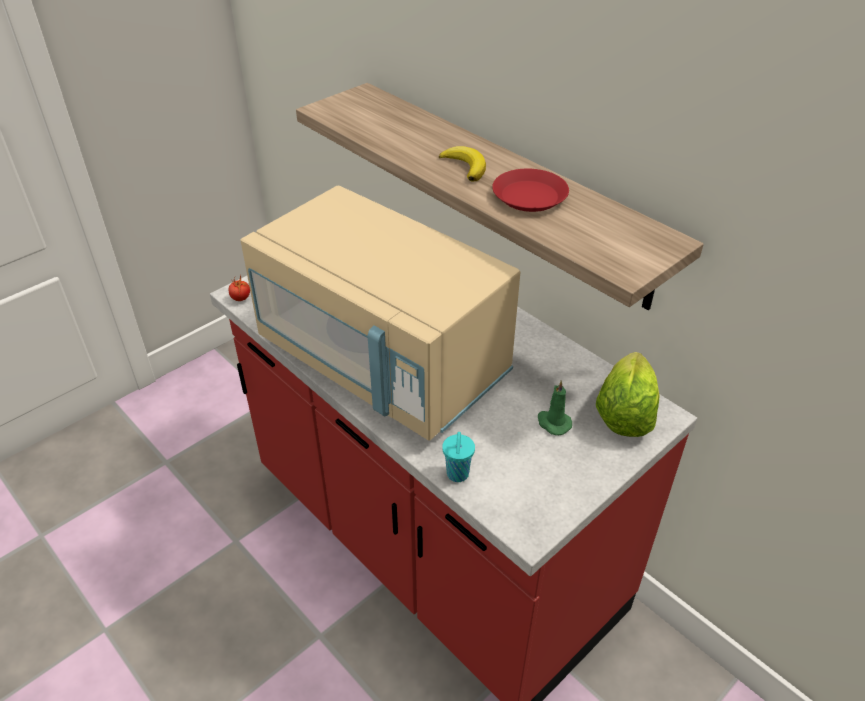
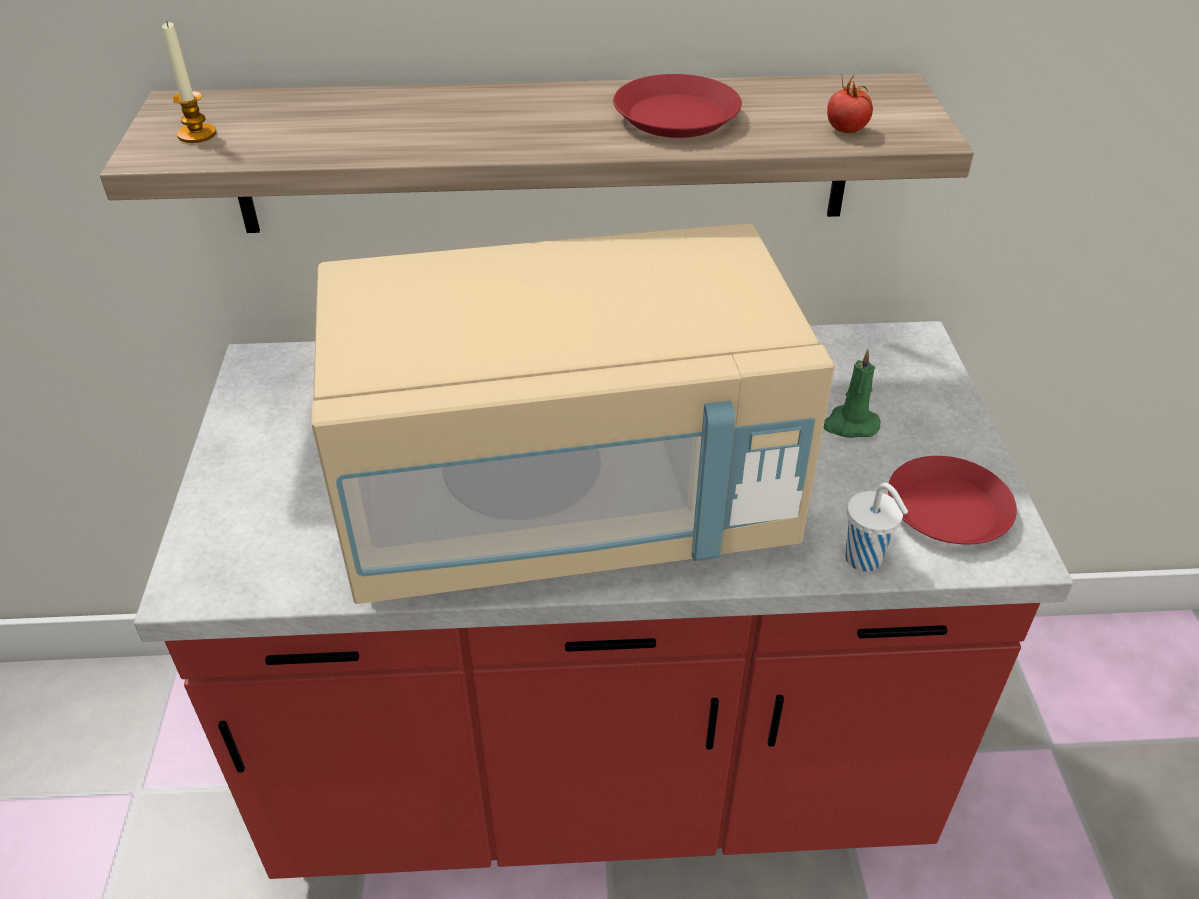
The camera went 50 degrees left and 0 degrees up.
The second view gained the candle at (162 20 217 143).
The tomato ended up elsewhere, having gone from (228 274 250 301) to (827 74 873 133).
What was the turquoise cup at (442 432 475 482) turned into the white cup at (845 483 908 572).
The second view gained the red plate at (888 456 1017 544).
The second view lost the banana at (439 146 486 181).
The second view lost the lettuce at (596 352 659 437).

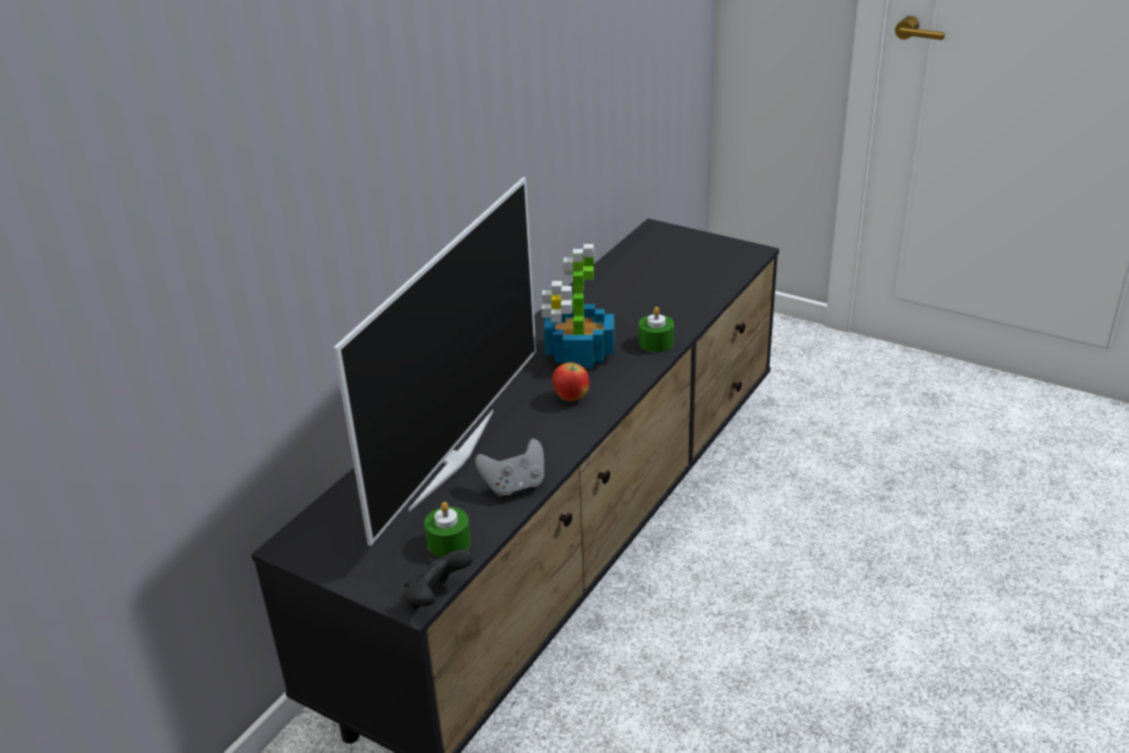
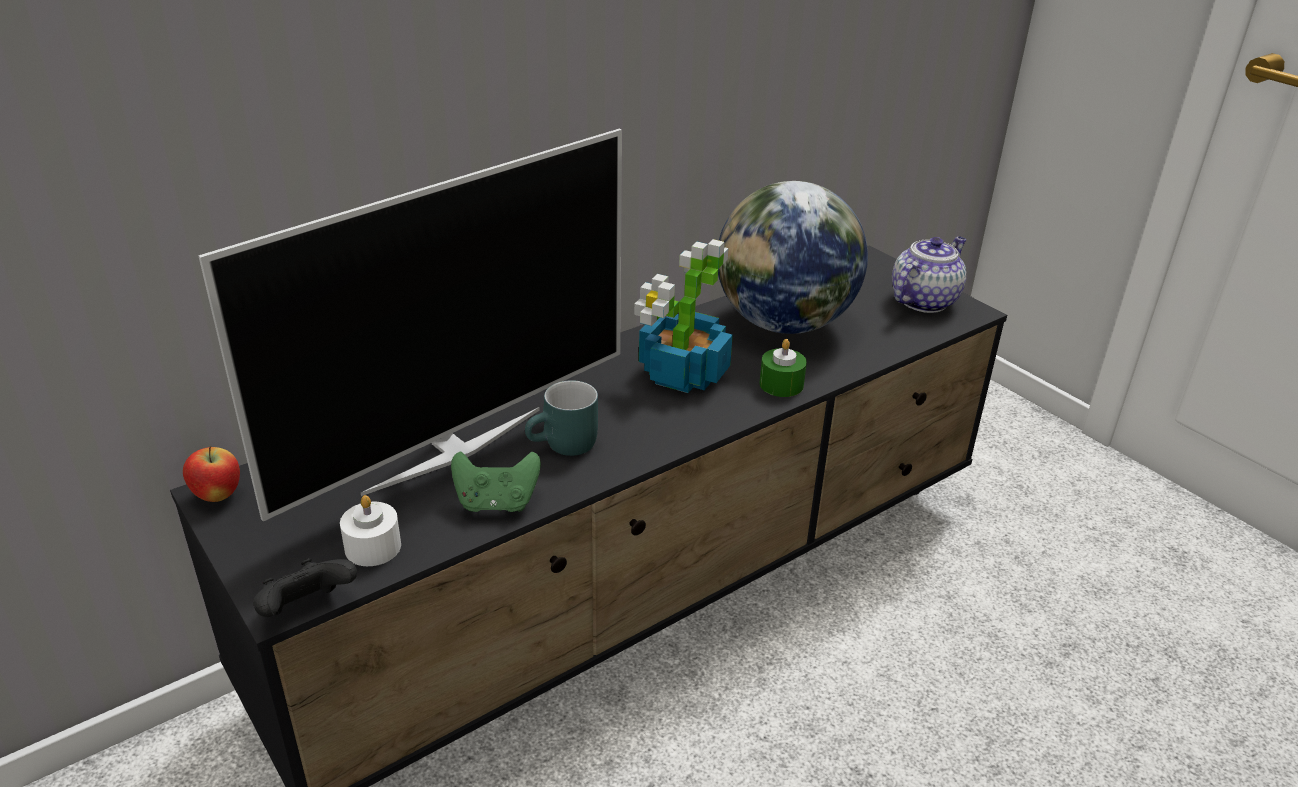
The camera went 20 degrees right and 0 degrees up.
The apple ended up elsewhere, having gone from (552 360 589 401) to (183 446 240 502).
What was the green candle at (424 502 471 557) turned into the white candle at (340 495 401 566).
What was the grey game controller at (475 439 544 497) turned into the green game controller at (451 451 541 512).
The second view gained the turquoise mug at (525 380 598 456).
The second view gained the globe at (718 181 868 334).
The second view gained the teapot at (892 237 966 313).

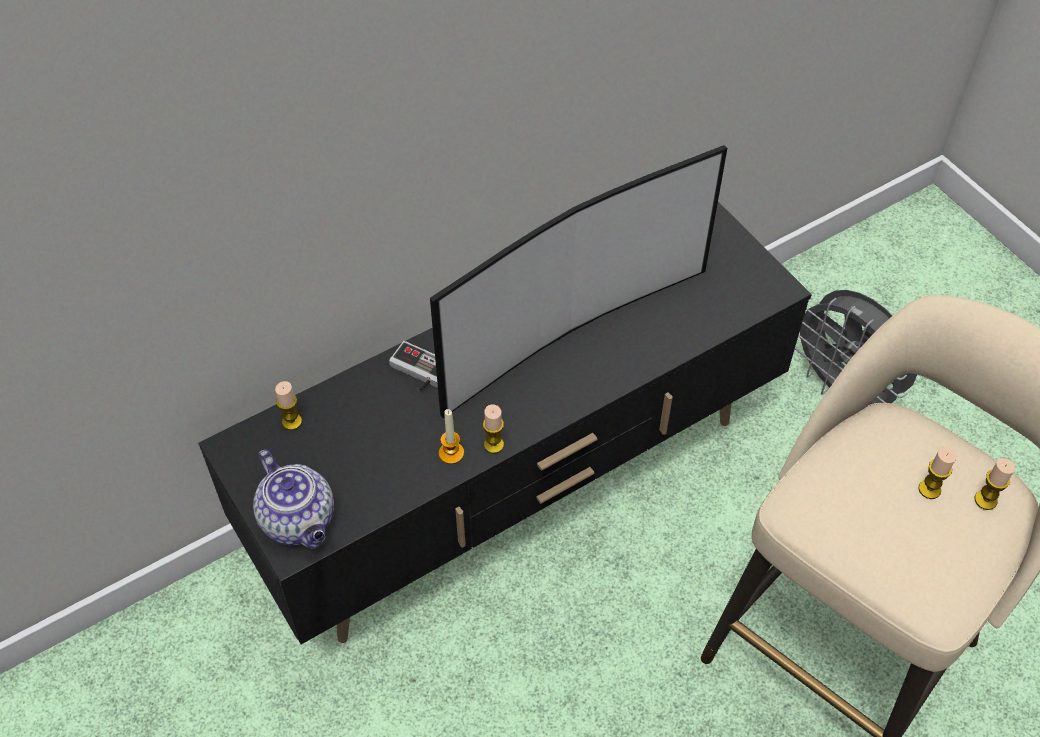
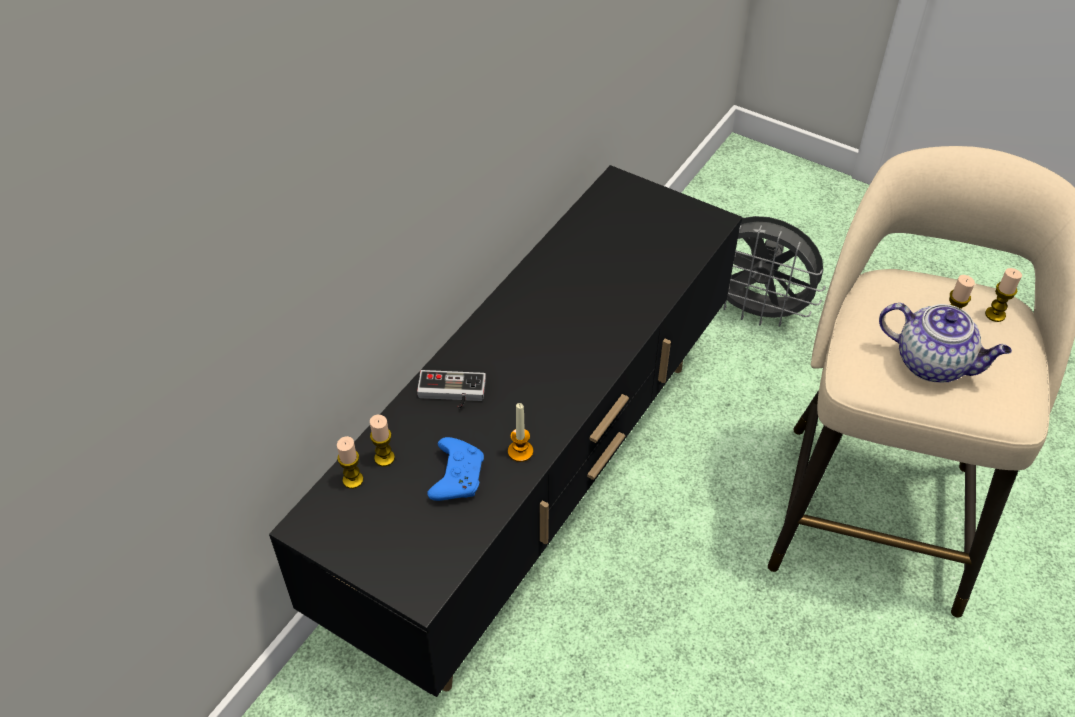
The camera went 25 degrees left and 5 degrees down.
The candle ended up elsewhere, having gone from (483 404 504 454) to (370 415 395 466).
The second view gained the blue game controller at (427 437 484 501).
The teapot ended up elsewhere, having gone from (253 450 334 549) to (879 303 1012 382).
The second view lost the television at (430 145 727 418).

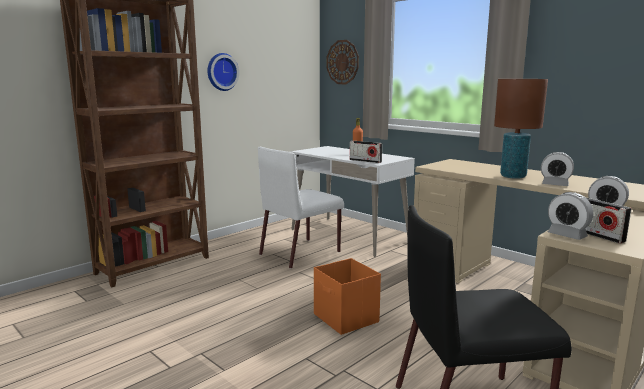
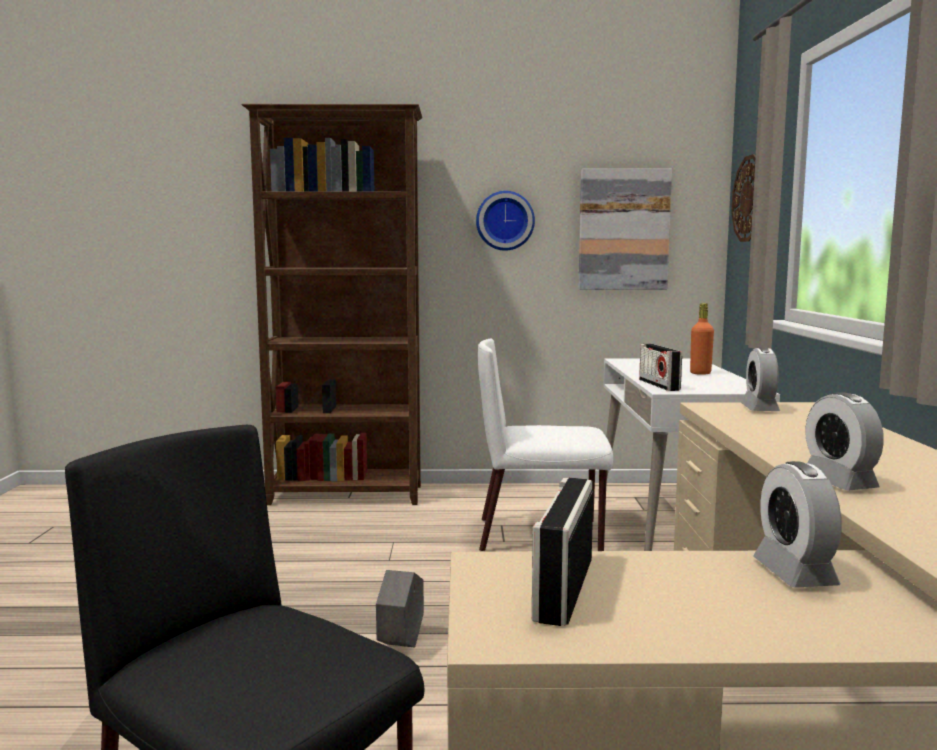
The camera went 45 degrees right and 5 degrees down.
Where the orange storage box stood at (314 258 381 335), the grey planter came to stand at (376 570 424 648).
The second view gained the picture at (579 169 672 290).
The alarm clock ended up elsewhere, having gone from (548 192 593 240) to (741 347 780 411).
The second view lost the brown table lamp at (494 79 548 179).

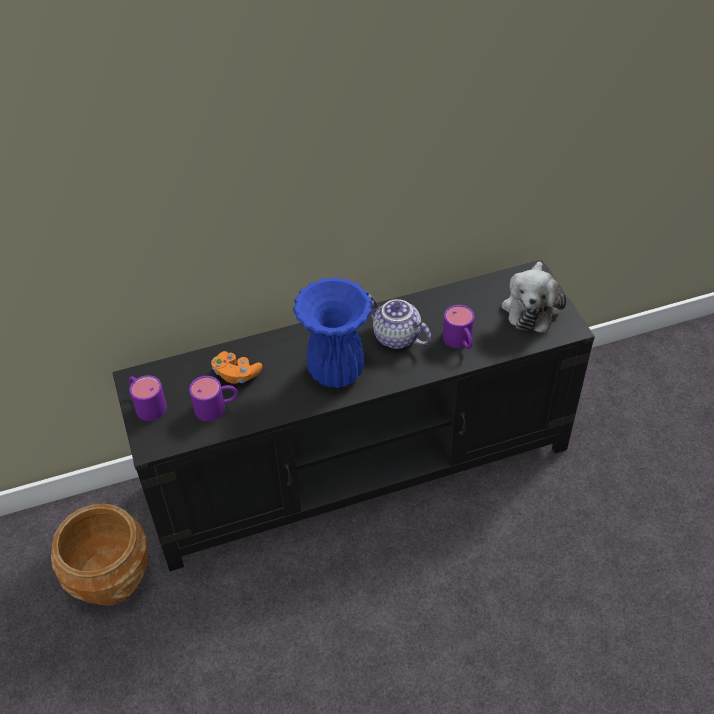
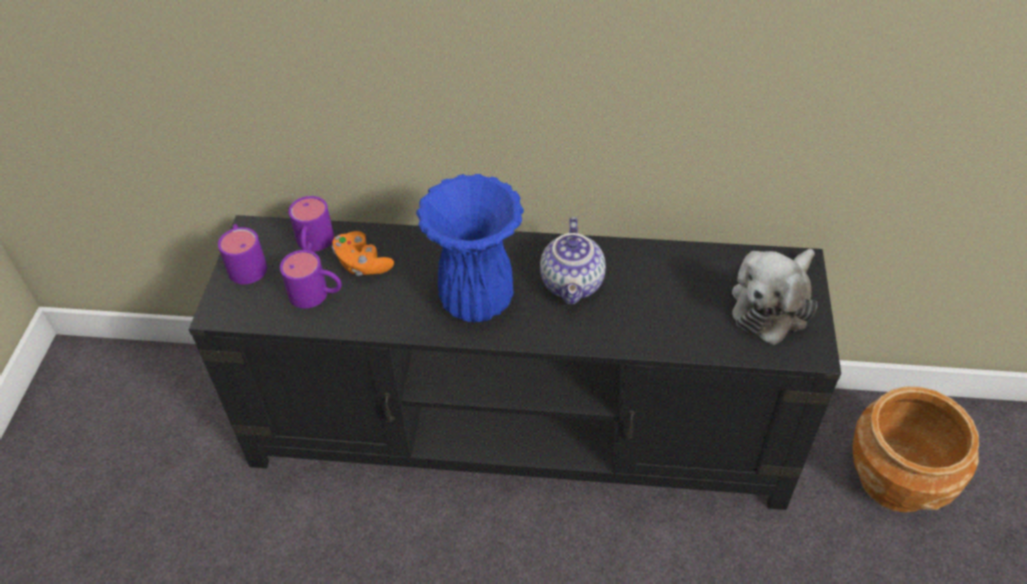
The camera went 25 degrees right and 0 degrees up.
The purple mug ended up elsewhere, having gone from (443 305 474 349) to (289 196 334 252).
The teapot at (368 294 431 349) ended up facing another way, 150 degrees counterclockwise from before.
The brown planter ended up elsewhere, having gone from (51 504 148 605) to (853 386 979 512).

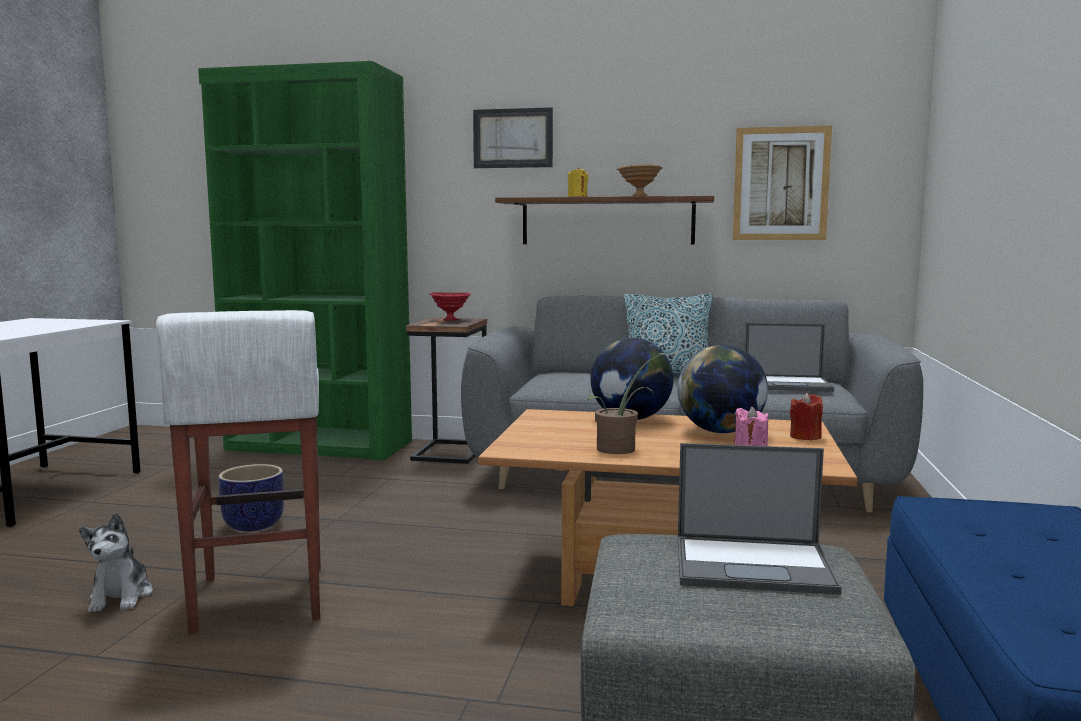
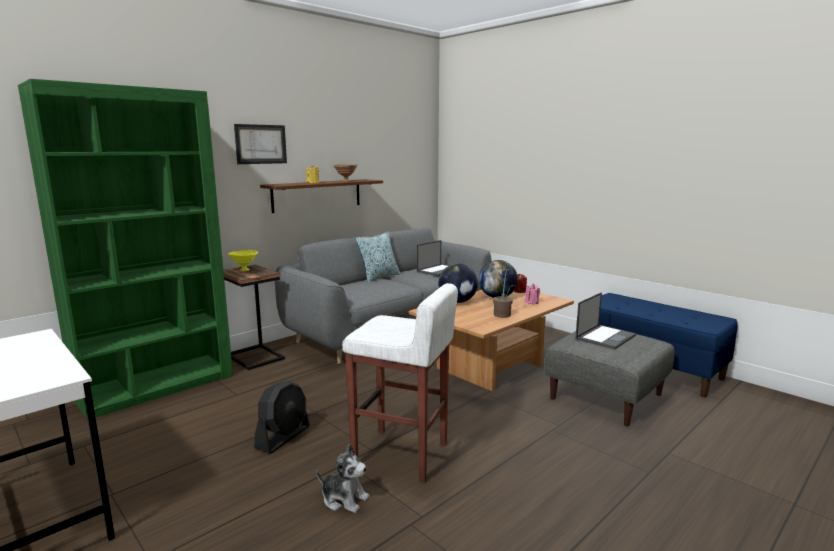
The camera went 55 degrees left and 5 degrees up.
What was the red bowl at (429 292 471 321) turned into the yellow bowl at (228 250 258 272).
Where the planter stood at (218 464 284 532), the black fan came to stand at (254 380 310 454).
The second view lost the picture at (733 126 832 240).

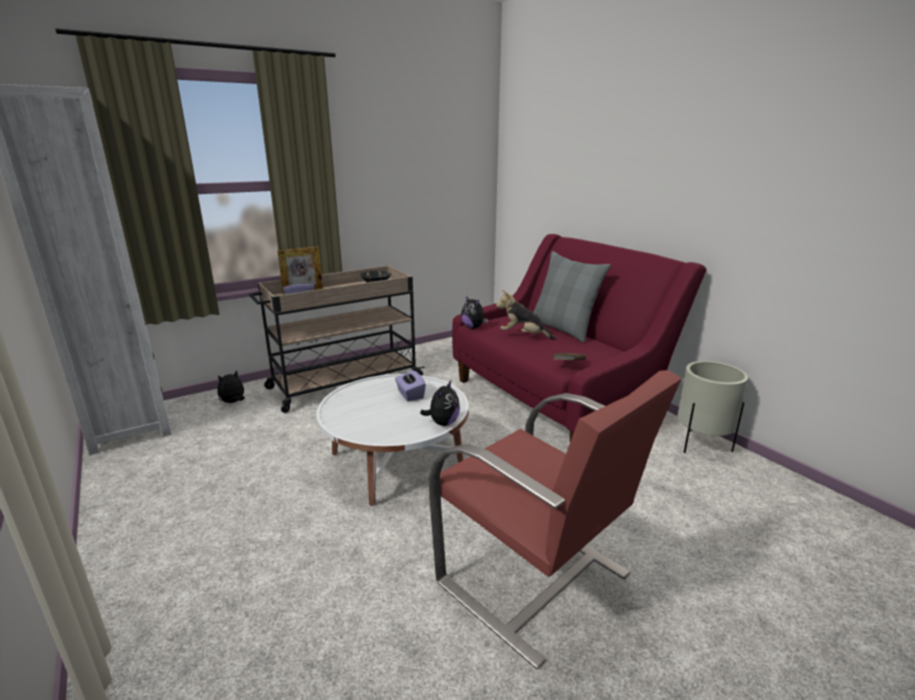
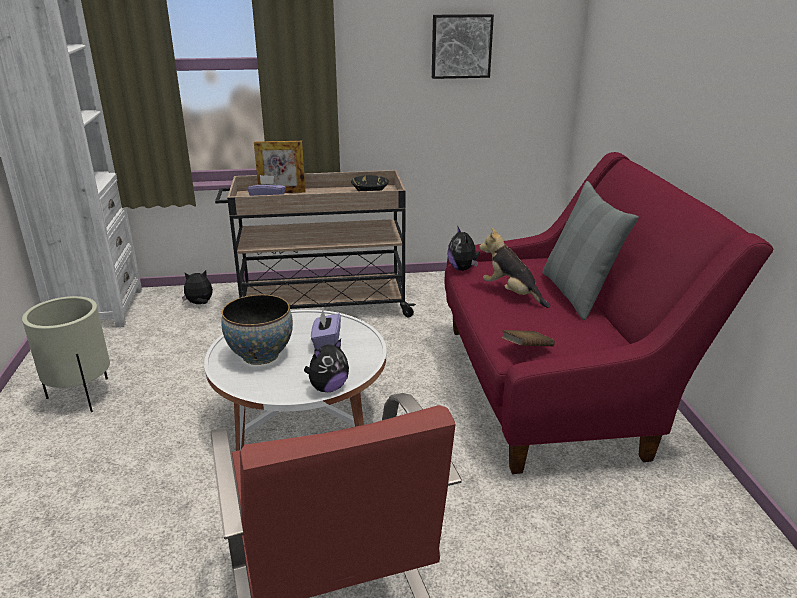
The camera went 25 degrees right and 5 degrees up.
The beige planter ended up elsewhere, having gone from (677 361 748 453) to (22 296 110 412).
The second view gained the bowl at (221 295 293 365).
The second view gained the picture at (432 14 494 79).

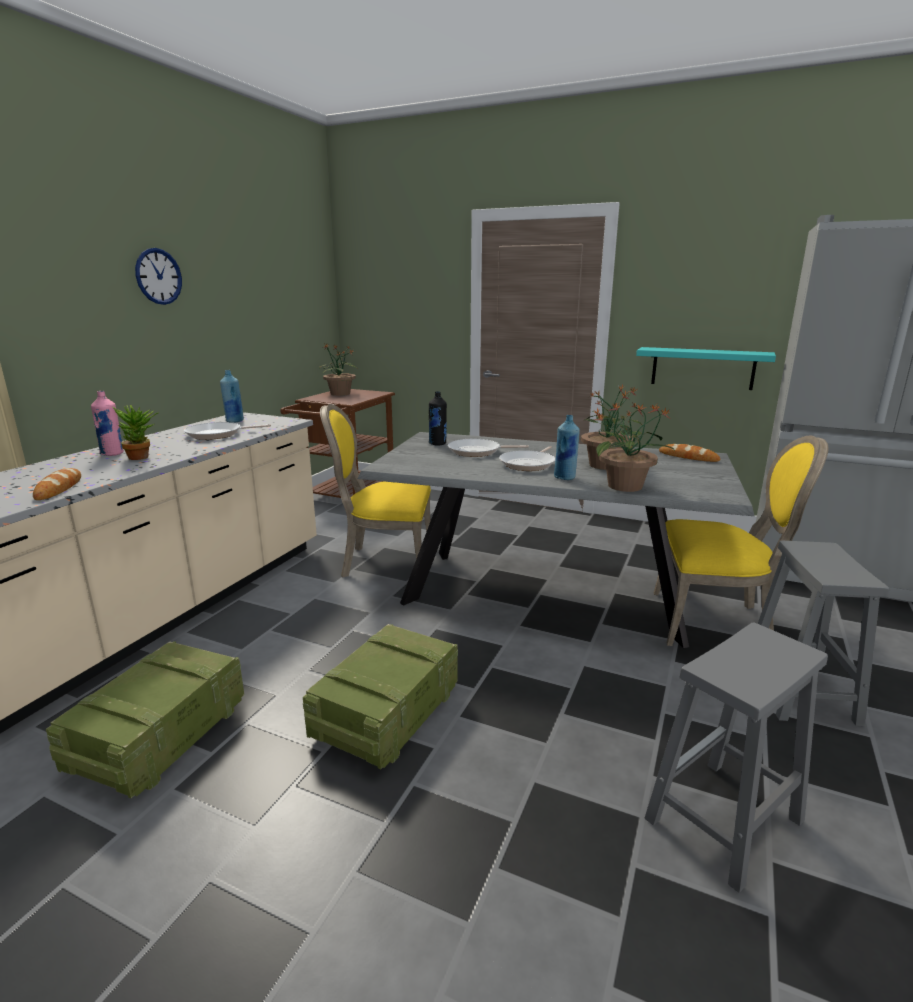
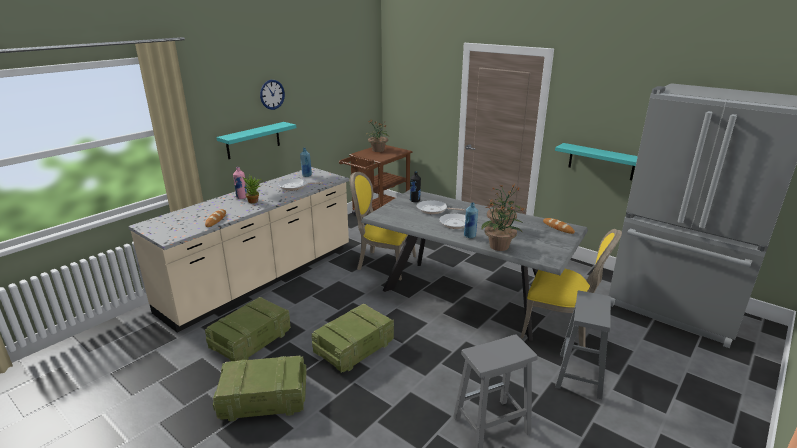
The camera went 15 degrees right and 5 degrees up.
The second view gained the crate at (213 356 307 421).
The second view gained the turquoise shelf at (217 122 296 159).

